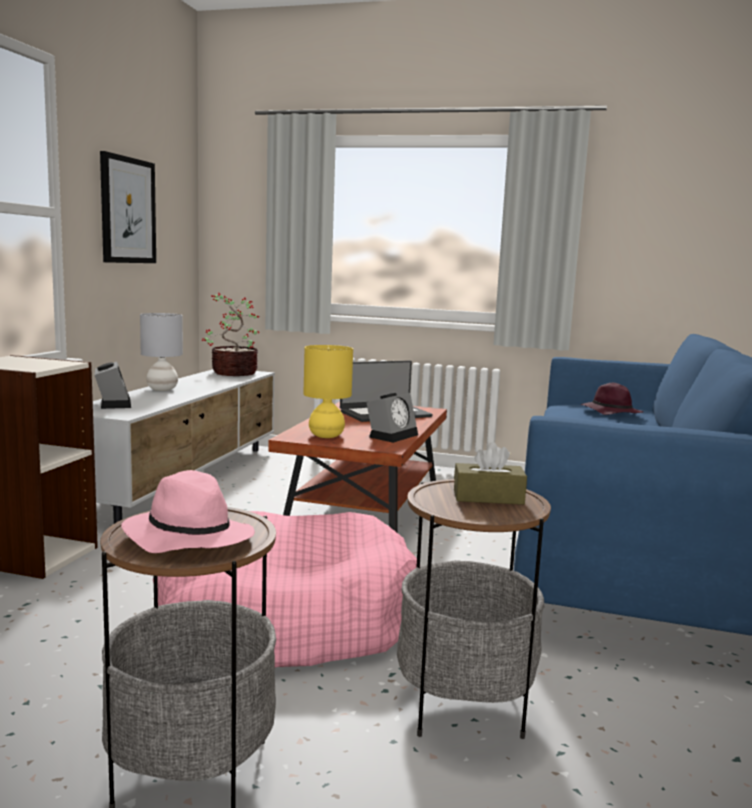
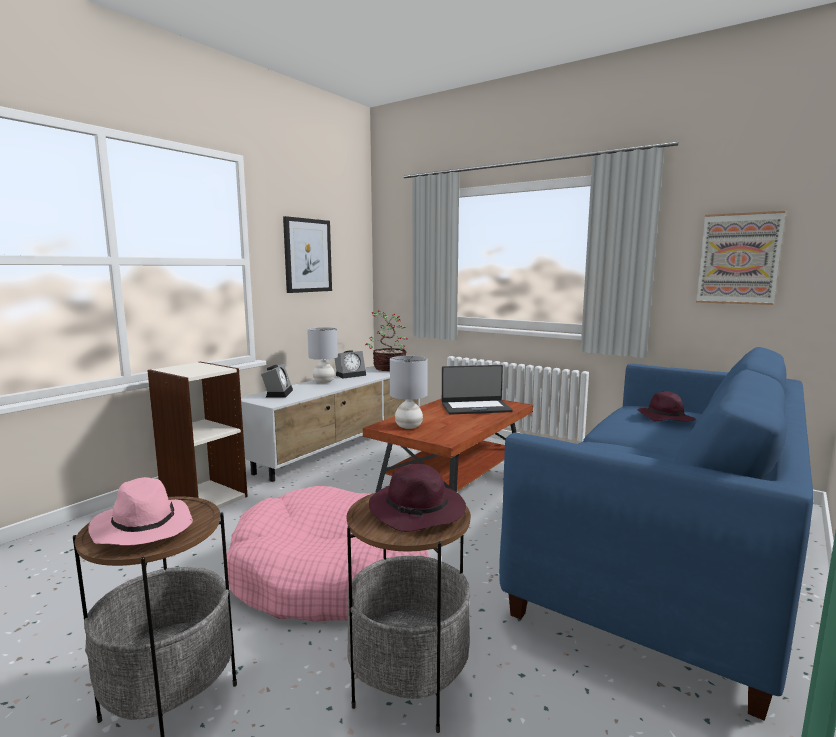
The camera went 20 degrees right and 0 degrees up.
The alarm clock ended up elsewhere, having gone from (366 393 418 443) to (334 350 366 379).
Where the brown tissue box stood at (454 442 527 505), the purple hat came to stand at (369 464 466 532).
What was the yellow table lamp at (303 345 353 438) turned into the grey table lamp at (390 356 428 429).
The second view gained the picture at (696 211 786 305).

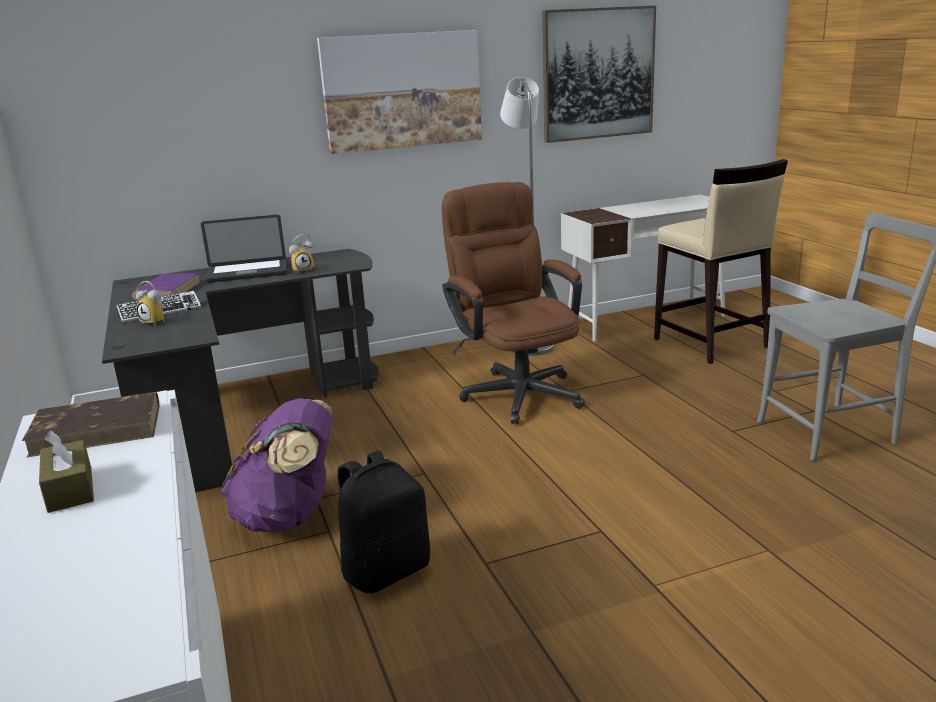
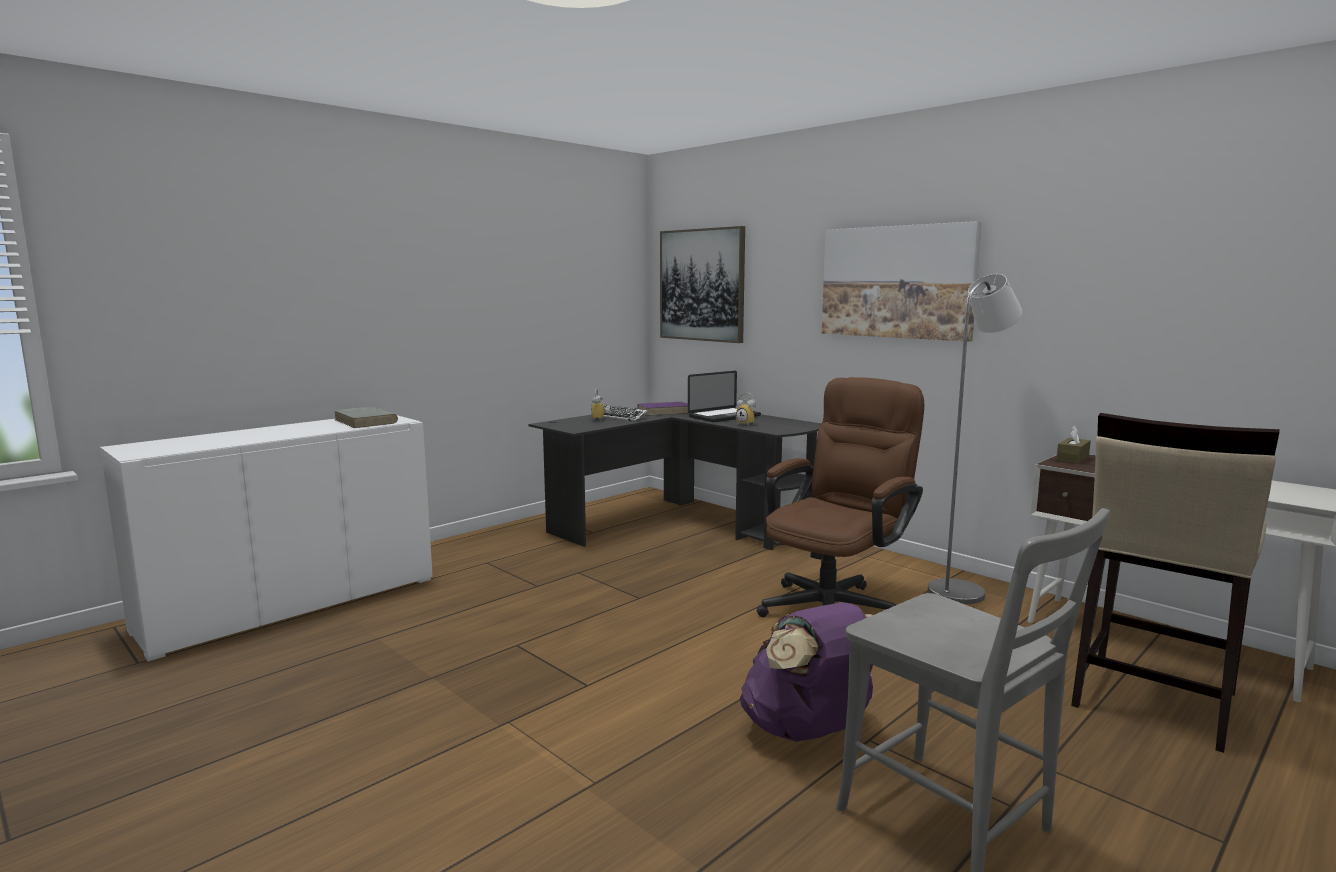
The camera went 65 degrees right and 10 degrees down.
What was the brown book at (22 392 159 457) turned into the grey book at (333 407 398 428).
The picture ended up elsewhere, having gone from (542 6 656 143) to (660 226 745 343).
The laptop at (201 215 287 283) ended up facing another way, 90 degrees counterclockwise from before.
The purple backpack ended up elsewhere, having gone from (221 398 333 532) to (740 602 873 742).
The brown tissue box ended up elsewhere, having gone from (39 431 94 513) to (1057 425 1091 464).
The second view lost the black backpack at (337 450 430 593).

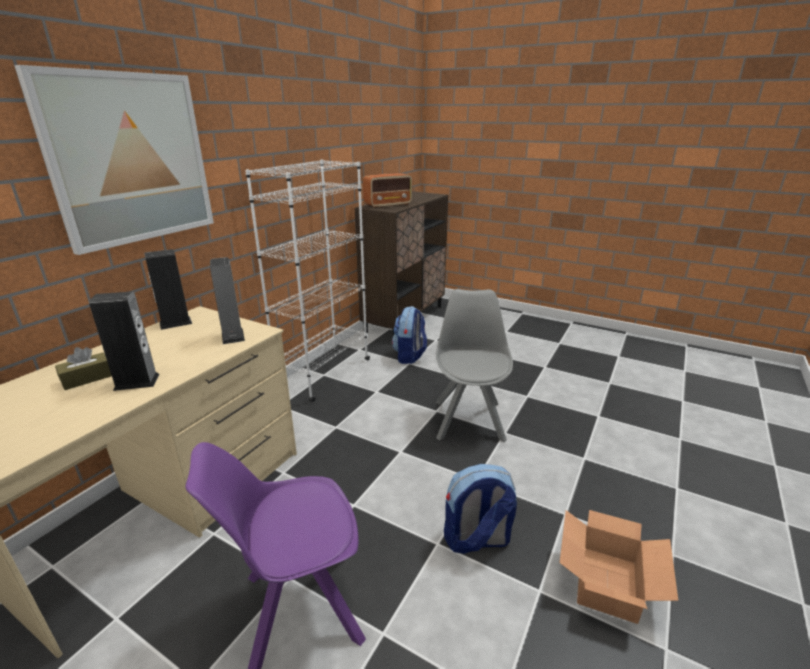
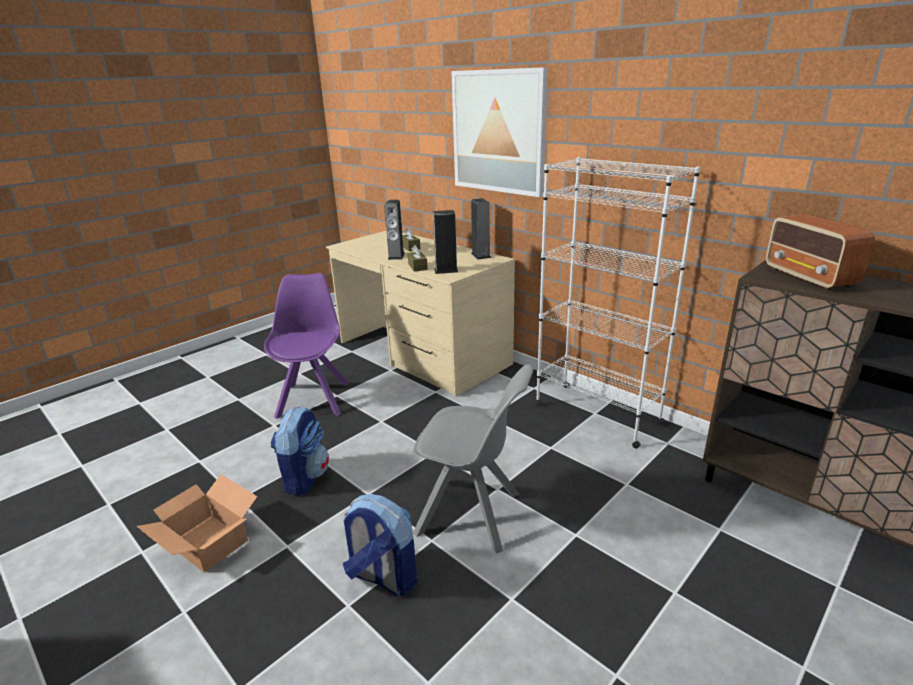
The camera went 105 degrees right and 0 degrees up.
The backpack ended up elsewhere, having gone from (392 306 427 364) to (343 494 418 596).
The second view gained the brown tissue box at (408 245 428 272).

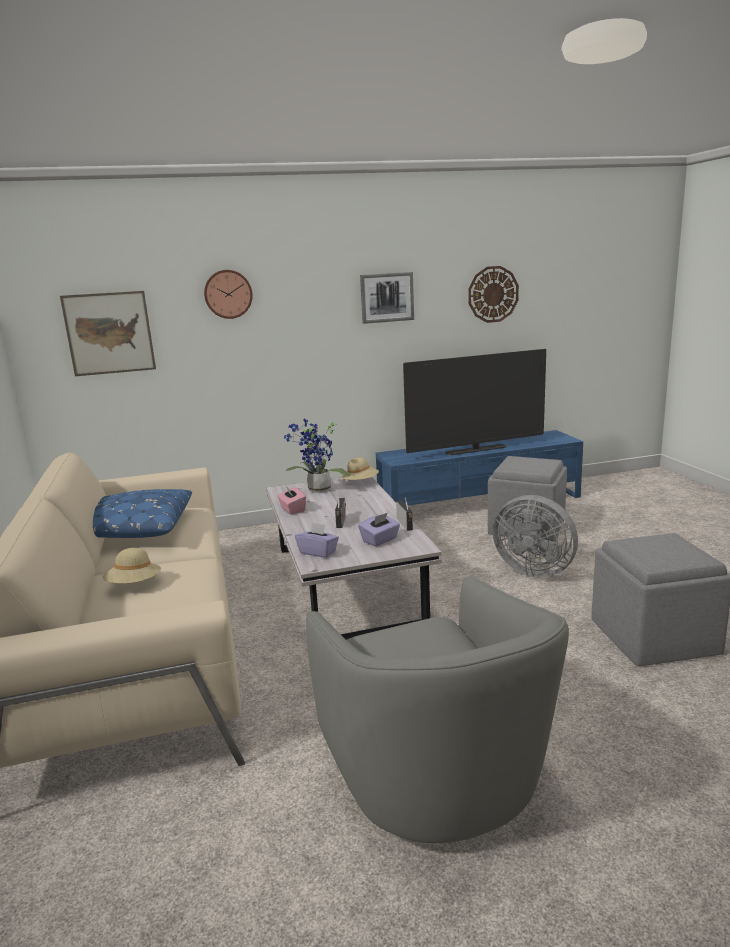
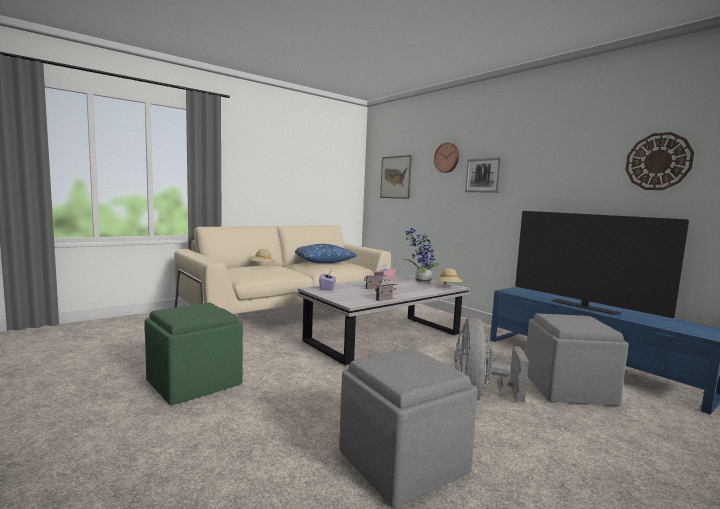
The camera went 65 degrees right and 10 degrees down.
Where the grey armchair stood at (306 575 569 843), the green ottoman came to stand at (145 302 243 405).
The picture ended up elsewhere, having gone from (360 272 414 324) to (465 157 502 193).
The second view lost the purple tissue box at (359 513 400 546).

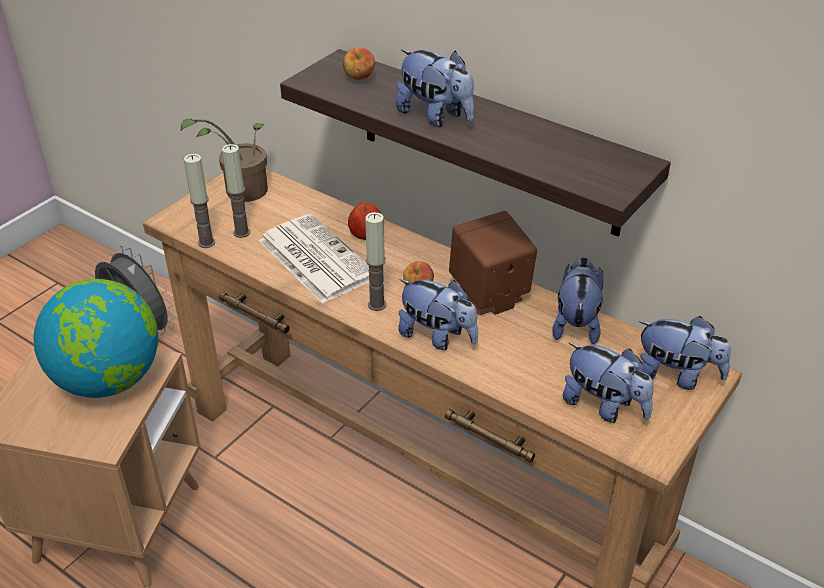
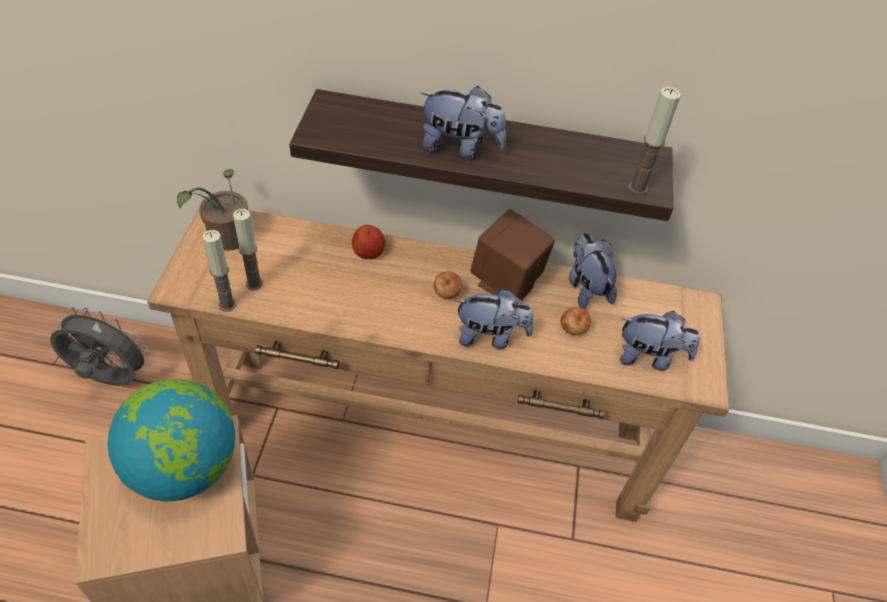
The camera went 30 degrees left and 10 degrees up.
The apple ended up elsewhere, having gone from (343 48 375 80) to (560 307 591 335).
The candle ended up elsewhere, having gone from (365 212 386 311) to (628 87 681 195).
The second view lost the newspaper at (259 214 369 304).
The second view lost the plush toy at (639 316 731 390).

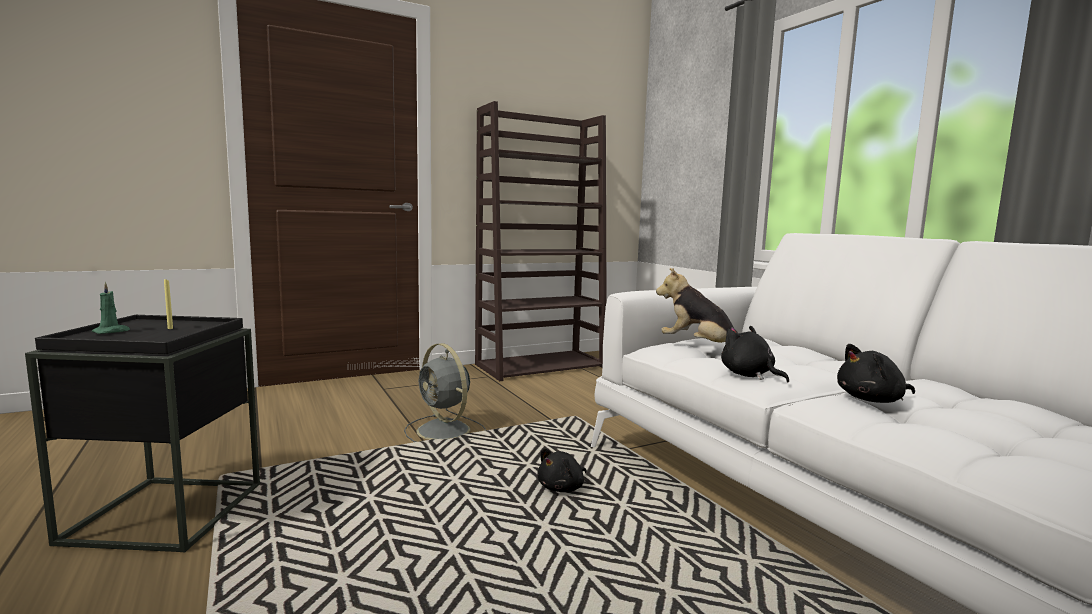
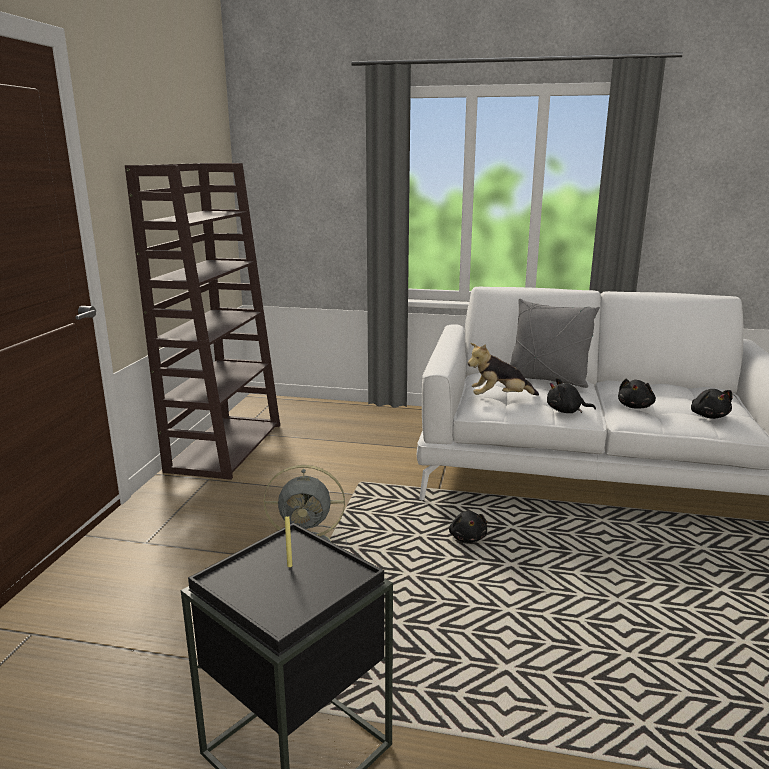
The camera went 50 degrees left and 10 degrees up.
The second view gained the grey pillow at (510 299 600 388).
The second view gained the black plush toy at (691 389 733 419).
The second view lost the green candle at (92 282 130 334).

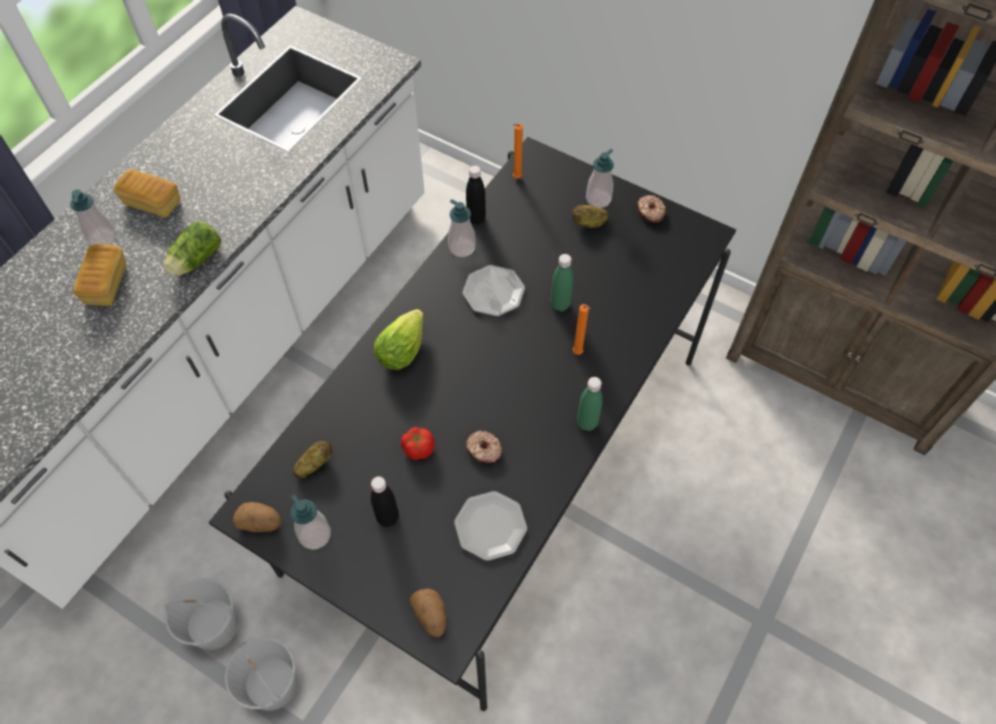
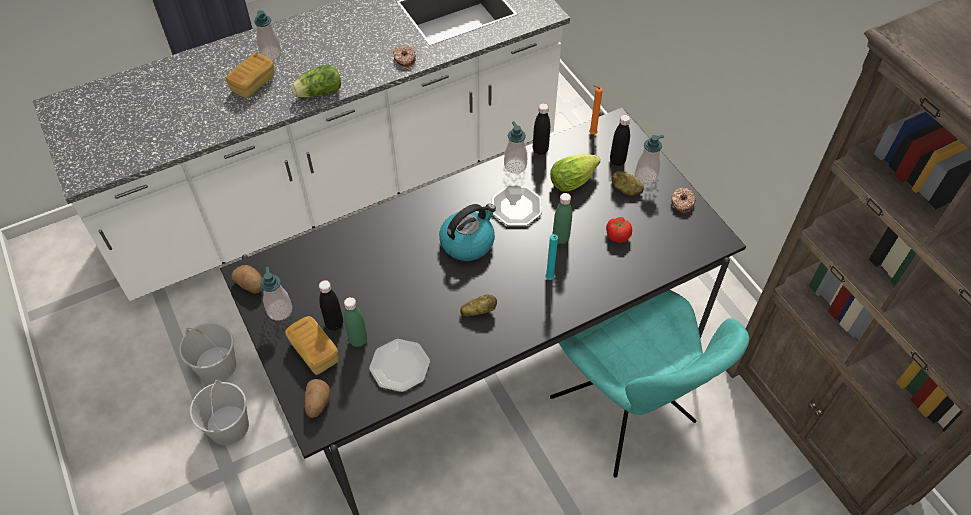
The camera went 30 degrees right and 5 degrees down.
The bread ended up elsewhere, having gone from (114 169 181 218) to (285 316 339 375).
The green bottle ended up elsewhere, having gone from (577 377 603 431) to (344 297 367 347).
The donut ended up elsewhere, having gone from (466 431 502 463) to (393 46 416 67).
The second view gained the kettle at (439 204 496 261).
The potato ended up elsewhere, having gone from (293 441 332 478) to (460 295 497 317).
What was the orange candle at (573 304 591 355) turned into the turquoise candle at (545 234 558 280).
The lettuce ended up elsewhere, having gone from (374 309 424 370) to (550 154 600 192).
The second view gained the turquoise chair at (550 290 749 478).
The tomato ended up elsewhere, having gone from (401 427 435 460) to (606 217 632 243).
The second view gained the black bottle at (610 115 630 166).

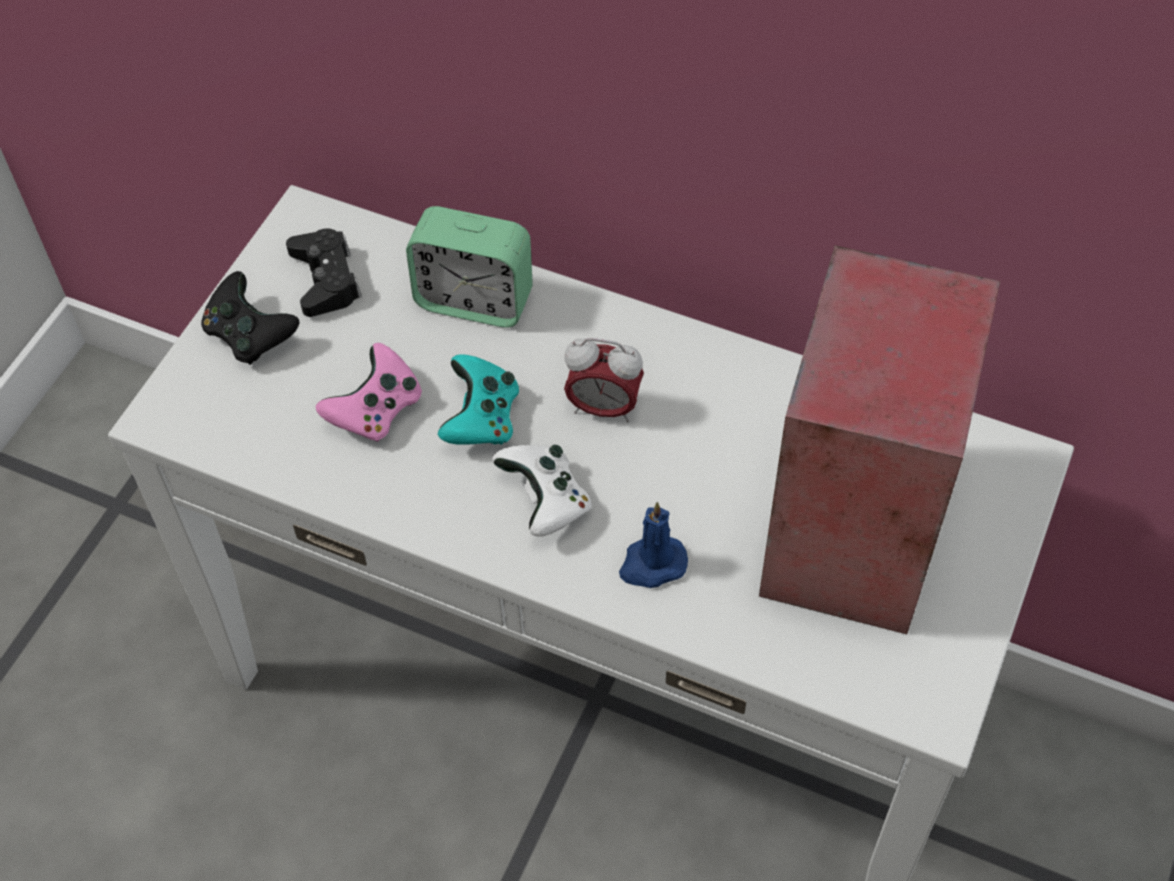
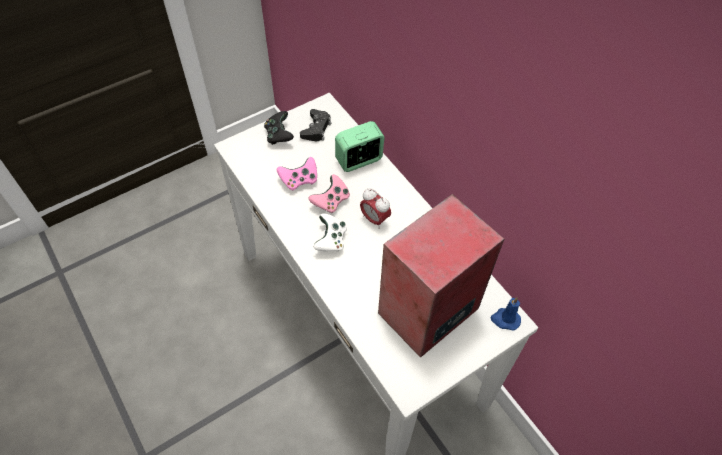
The camera went 30 degrees right and 0 degrees up.
What was the turquoise game controller at (438 354 519 445) turned into the pink game controller at (308 174 350 213).
The alarm clock at (406 206 533 328) ended up facing another way, 105 degrees clockwise from before.
The blue candle ended up elsewhere, having gone from (619 502 688 588) to (491 297 521 331).

